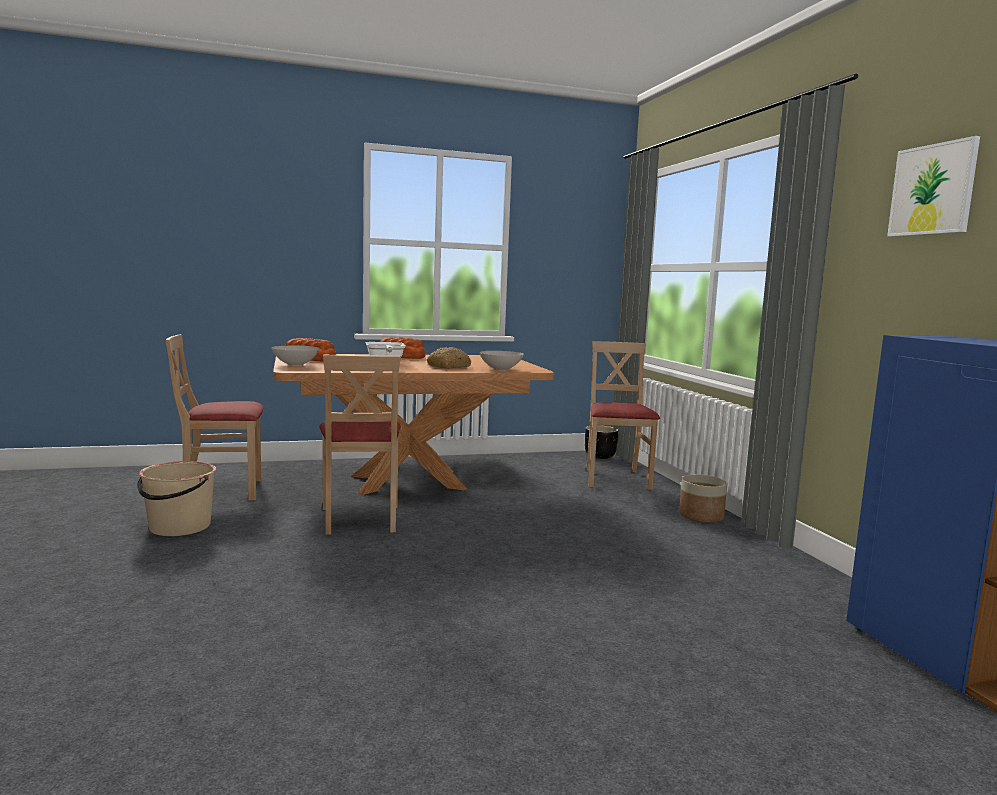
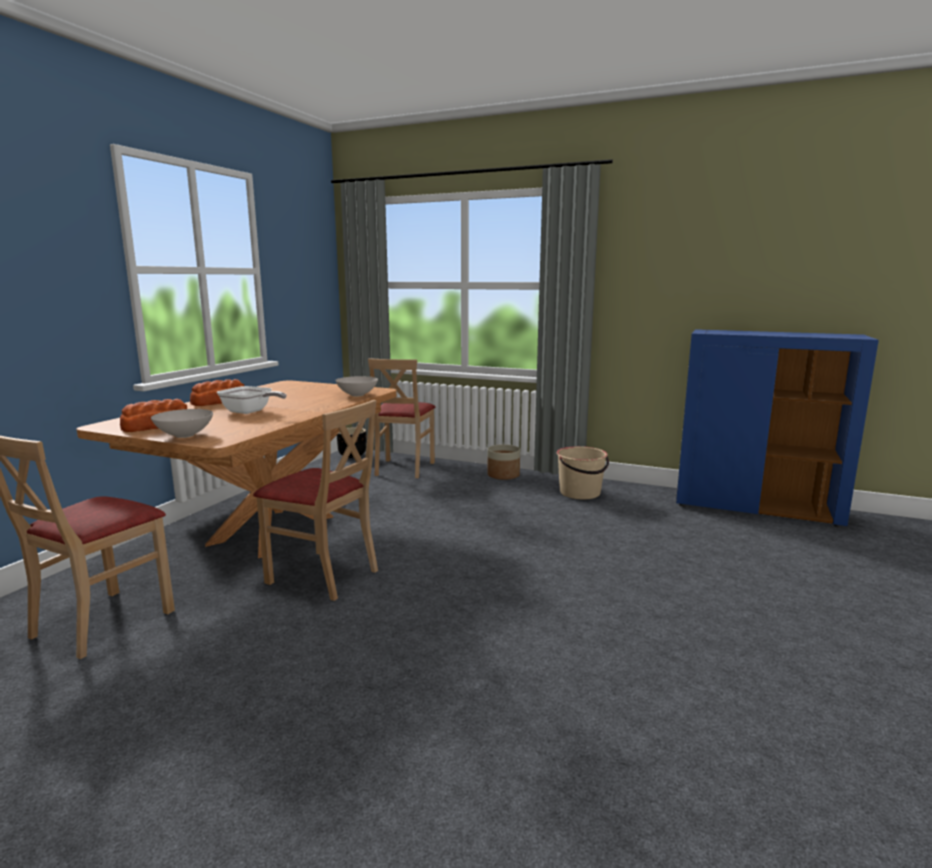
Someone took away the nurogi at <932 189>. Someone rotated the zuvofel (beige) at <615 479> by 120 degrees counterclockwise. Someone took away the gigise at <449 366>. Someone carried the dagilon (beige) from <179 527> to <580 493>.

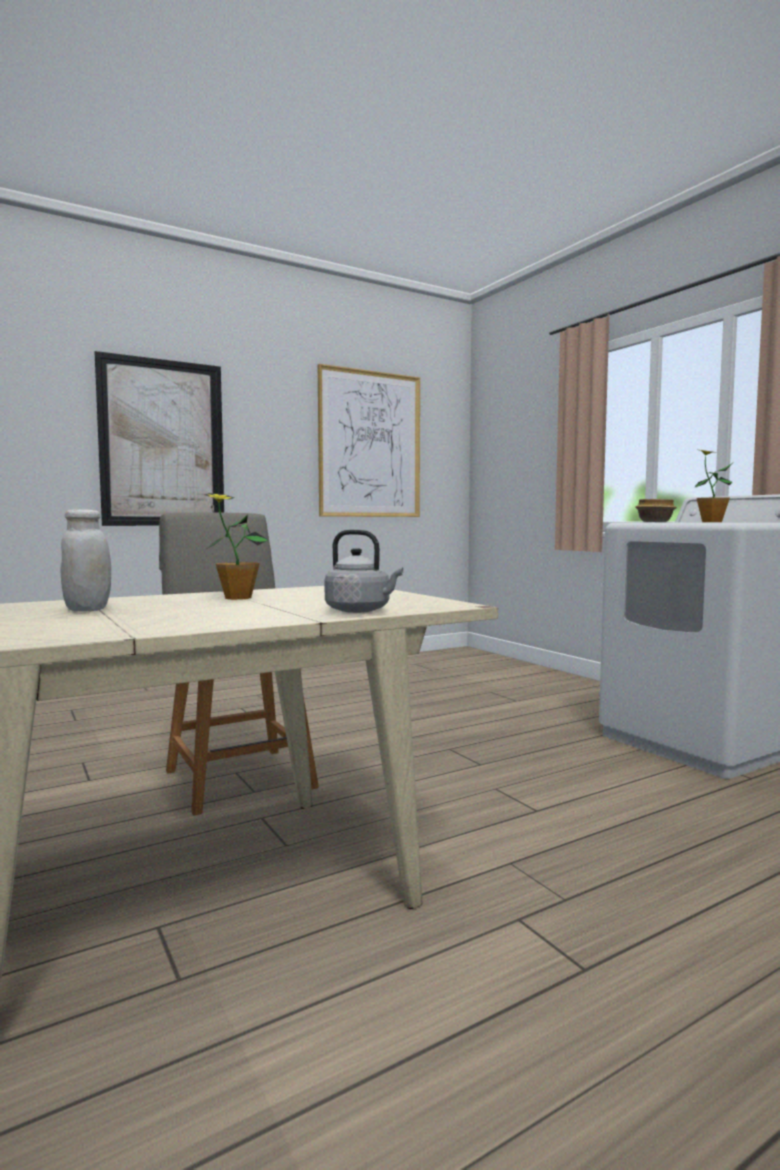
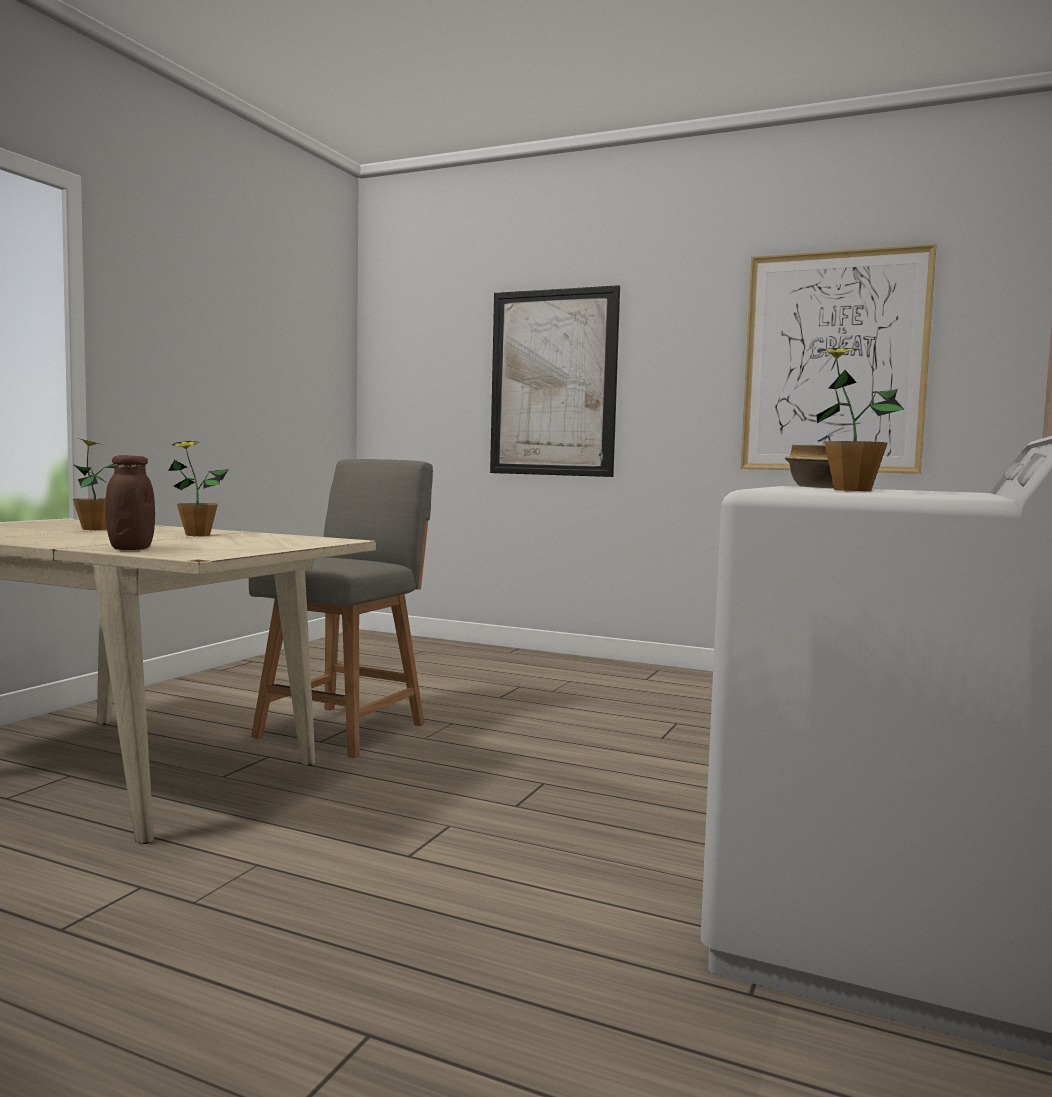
Someone swapped the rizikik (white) at <87 609> for the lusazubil at <94 529>. Someone swapped the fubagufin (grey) at <360 610> for the rizikik (brown) at <130 548>.

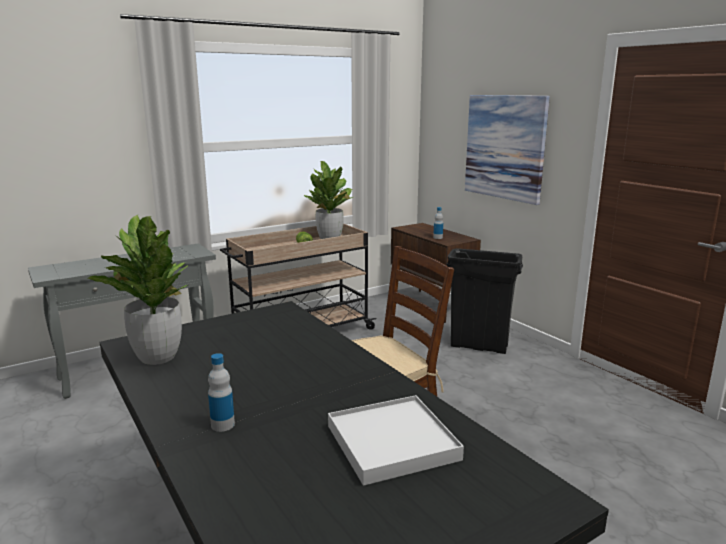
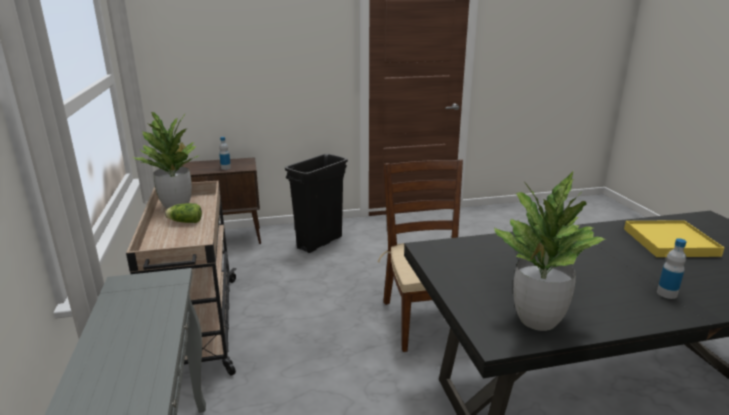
Someone took away the nurogi at <504 147>. Someone repainted the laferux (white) at <392 442>, which became the laferux (yellow) at <670 242>.

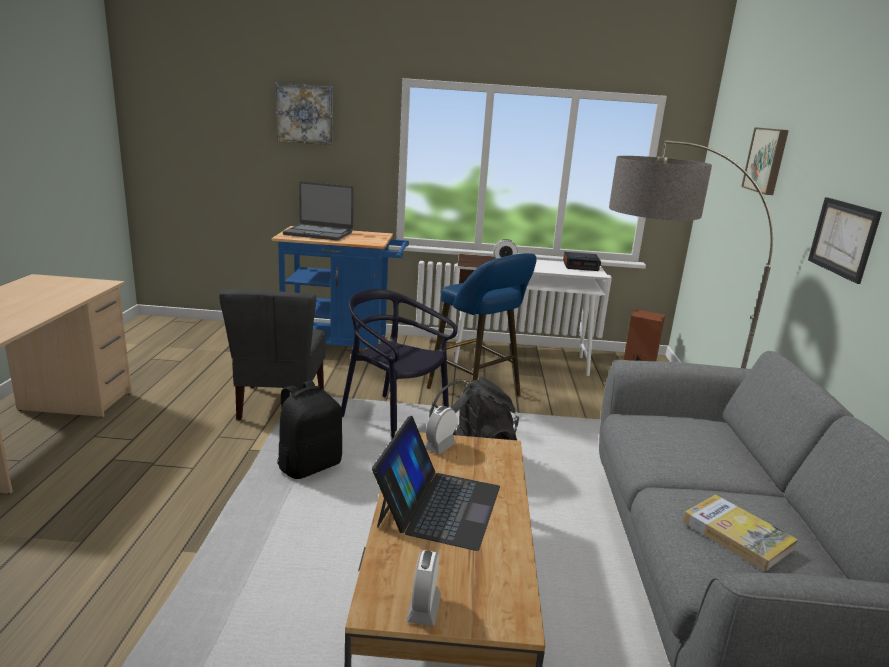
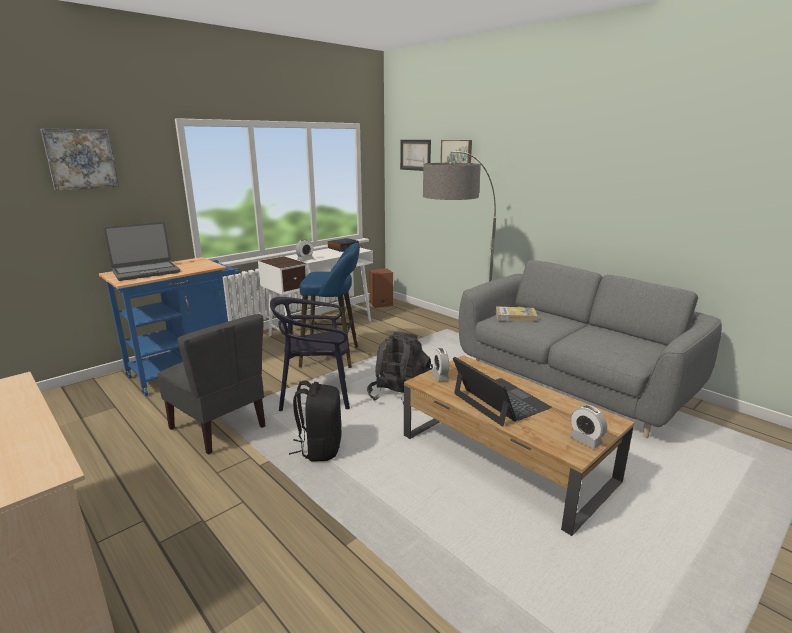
Someone carried the nurogi from <843 238> to <415 155>. Someone carried the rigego from <737 535> to <515 316>.

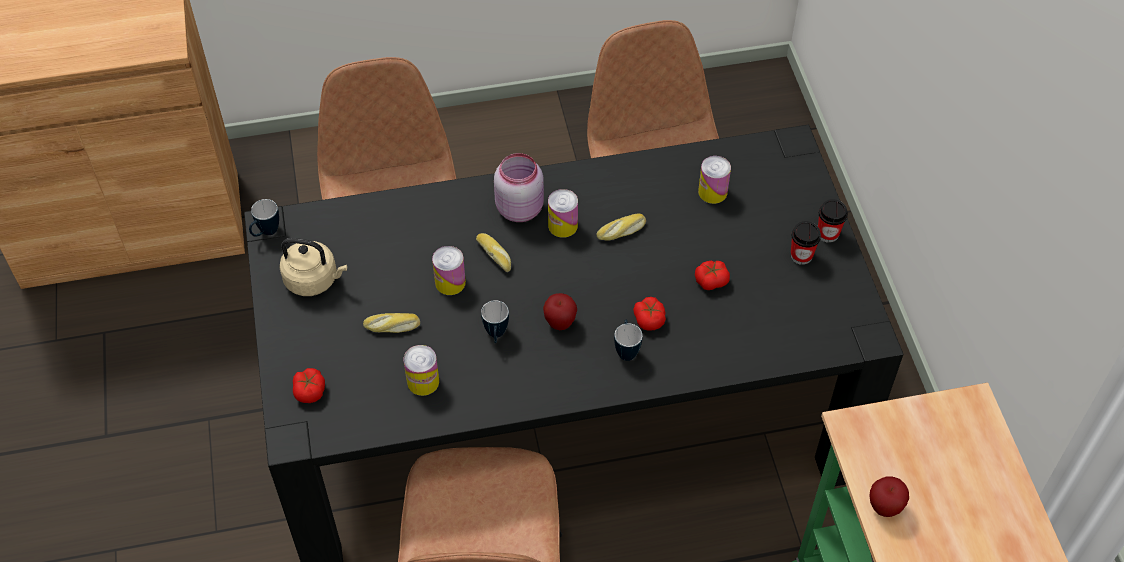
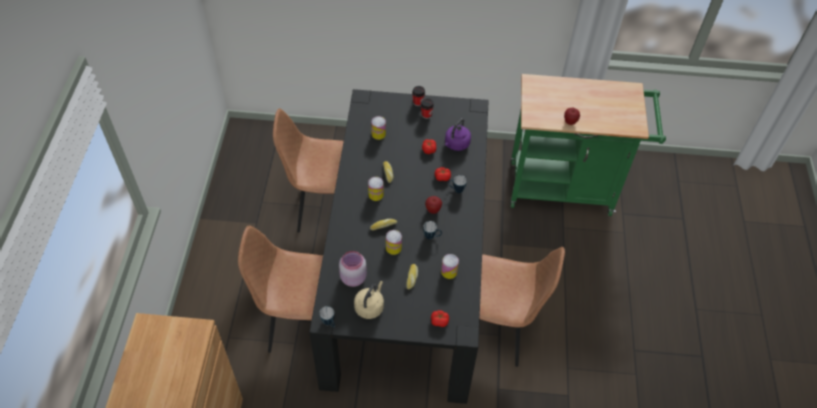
Someone carried the rizikik (pink) from <520 207> to <352 277>. Someone put down the fubagufin (purple) at <456 144>.

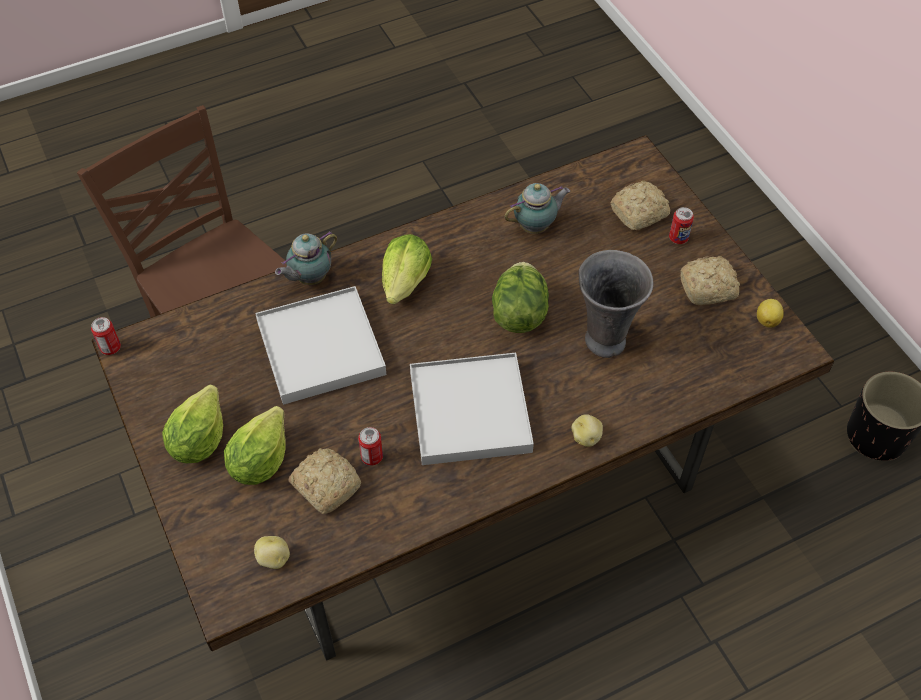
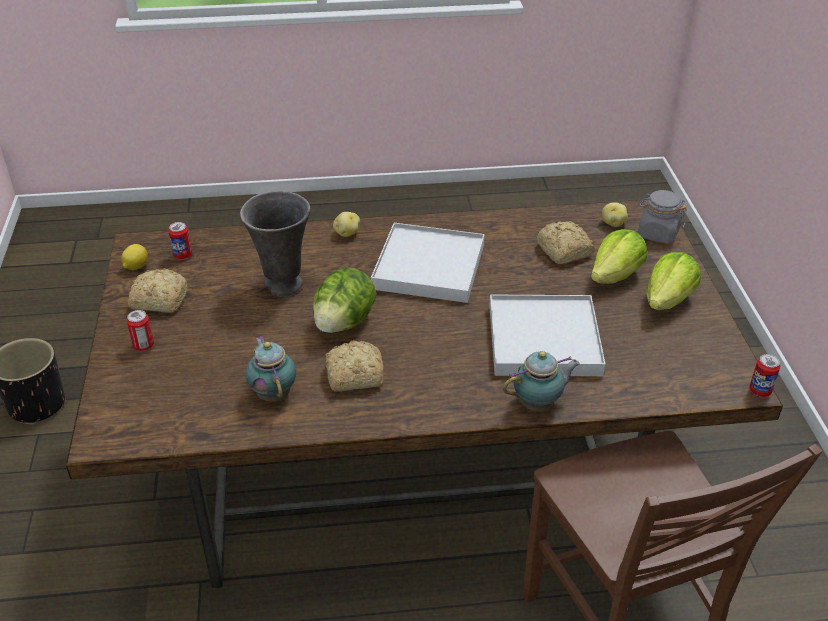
Someone carried the gigise from <640 212> to <352 375>. Someone rotated the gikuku at <536 226> by 75 degrees clockwise. Someone took away the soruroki at <406 282>. Someone carried the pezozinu from <372 457> to <182 255>. Someone put down the rizikik (grey) at <657 234>.

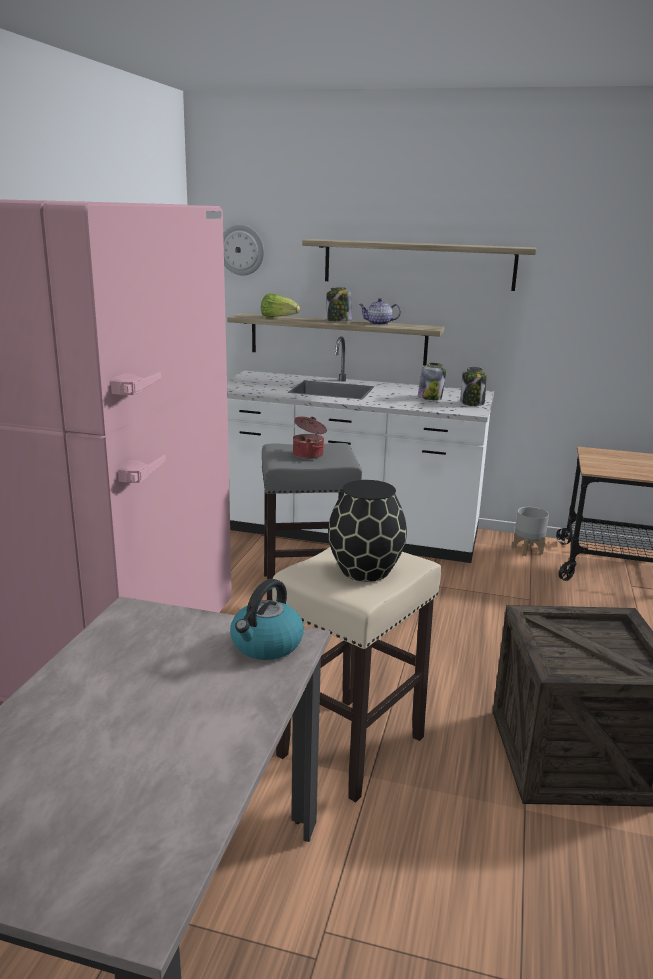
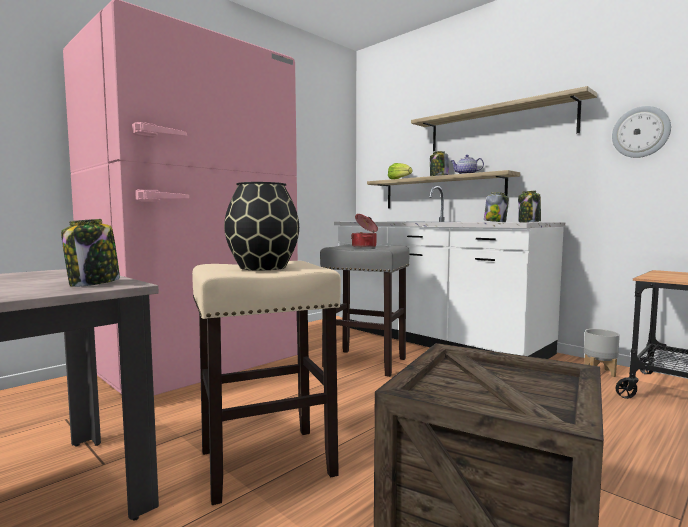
Someone carried the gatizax from <241 250> to <640 132>. Someone swapped the fubagufin at <266 645> for the rizikik at <94 283>.

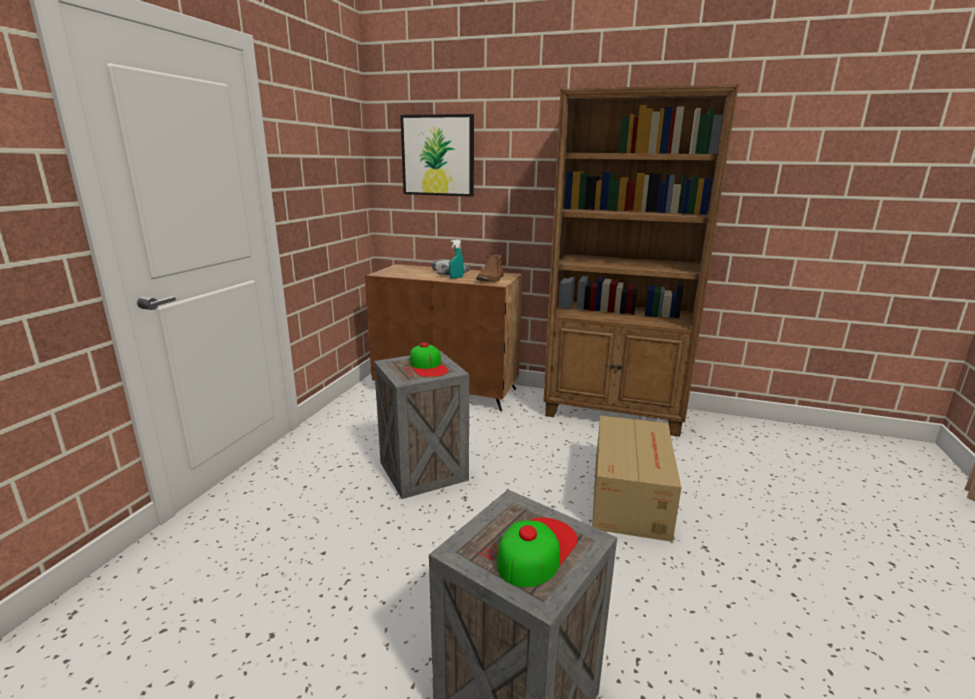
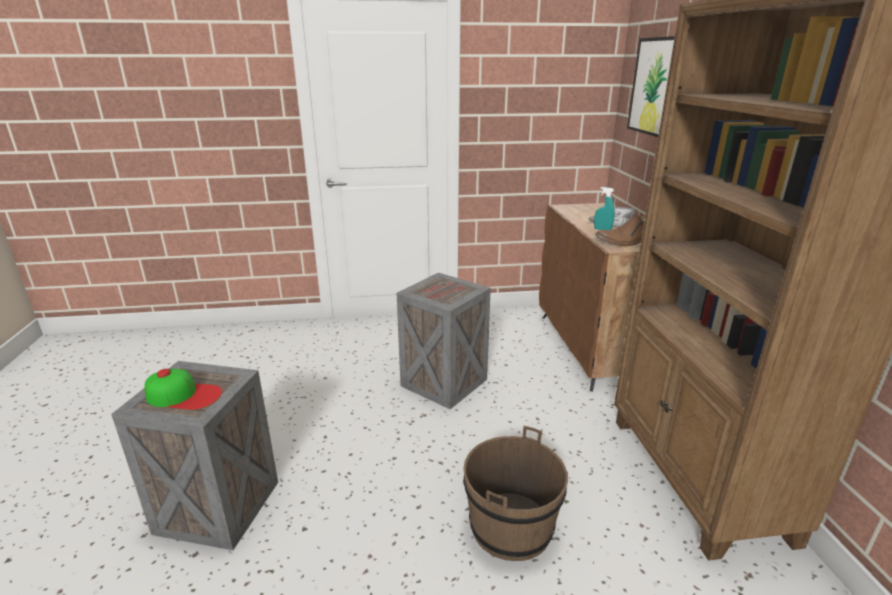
Someone took away the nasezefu at <428 366>. Someone swapped the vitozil at <630 495> for the dagilon (brown) at <511 527>.

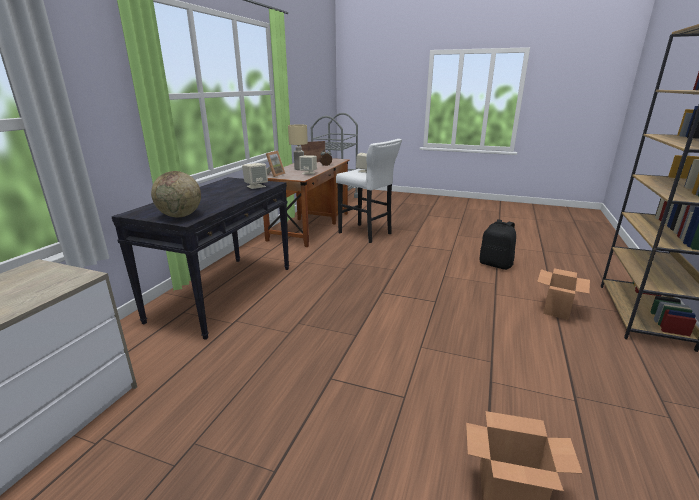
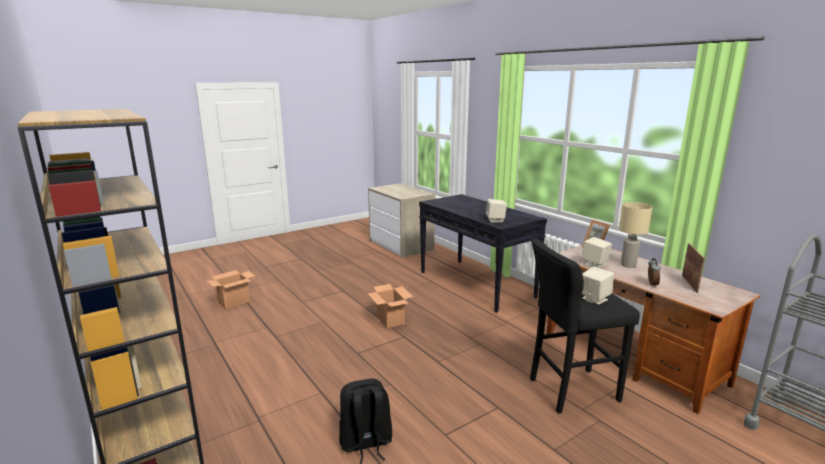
Someone repainted the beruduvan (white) at <366 234>, which became the beruduvan (black) at <569 390>. Someone took away the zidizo at <180 216>. Someone carried the vitozil from <556 309> to <390 320>.

